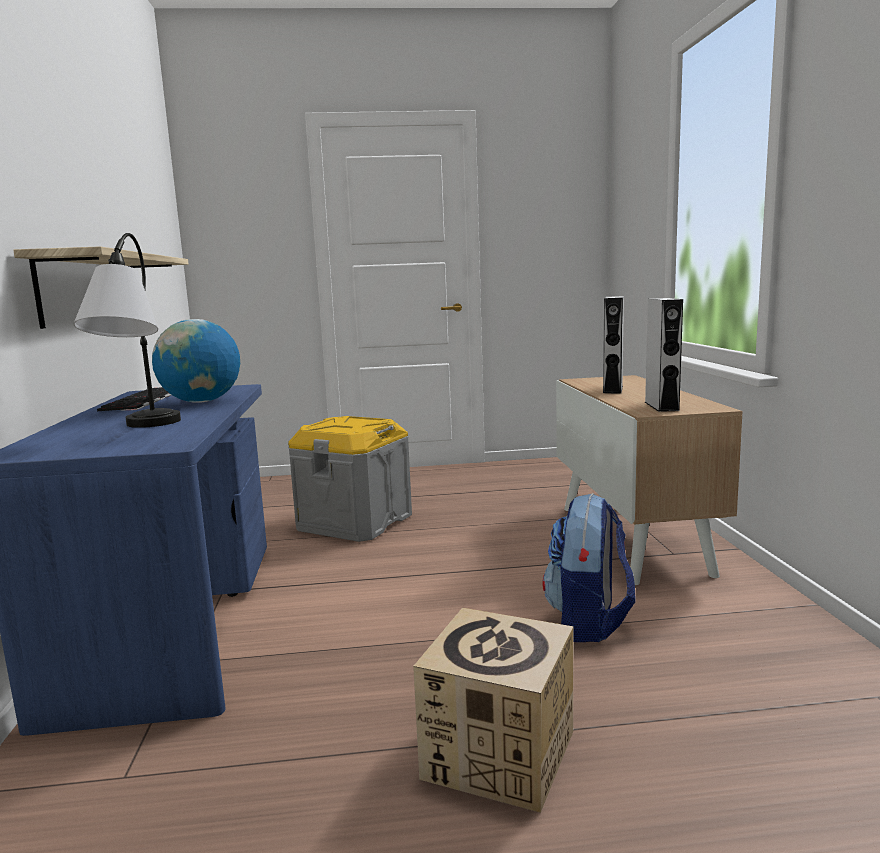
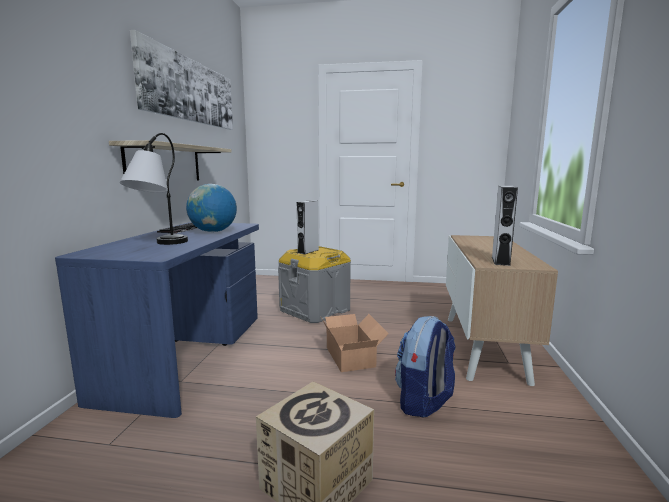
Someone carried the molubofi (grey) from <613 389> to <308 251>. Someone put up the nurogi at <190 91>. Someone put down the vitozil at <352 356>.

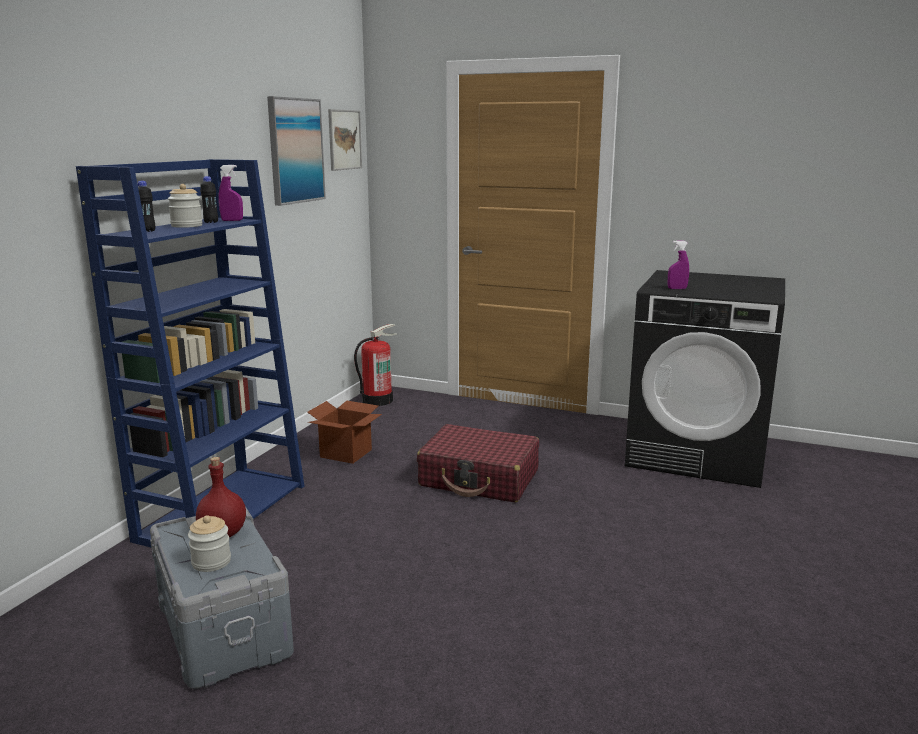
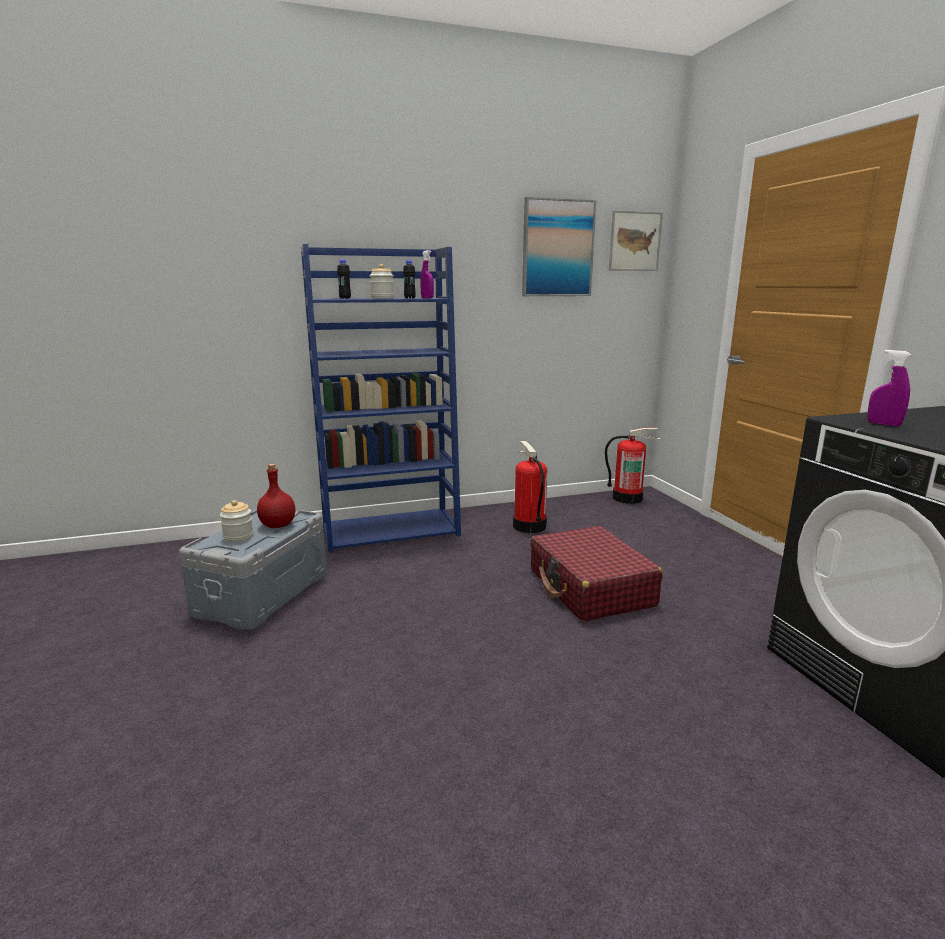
Someone swapped the vitozil at <345 453> for the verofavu at <528 526>.

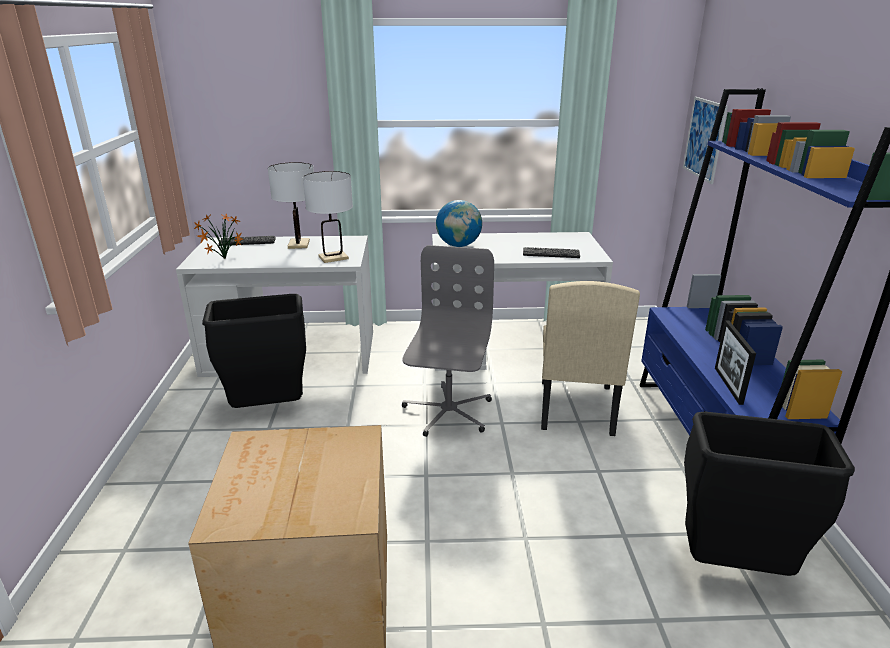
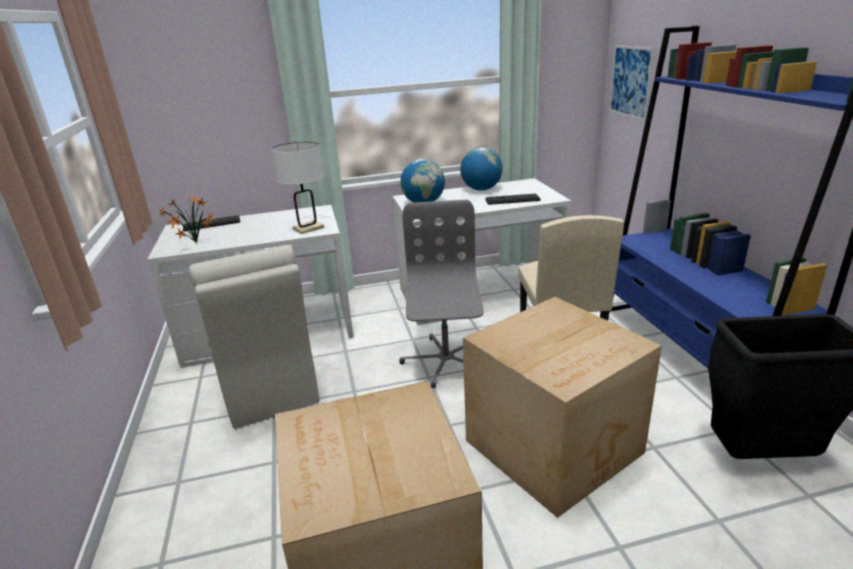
Someone took away the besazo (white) at <299 244>. Someone swapped the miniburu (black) at <269 410> for the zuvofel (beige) at <268 389>. Someone took away the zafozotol at <728 385>. Someone put down the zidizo at <481 189>. Someone put down the vitozil at <556 446>.

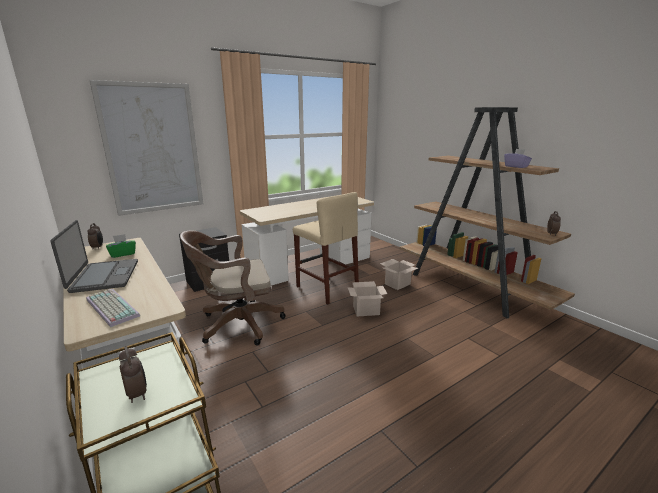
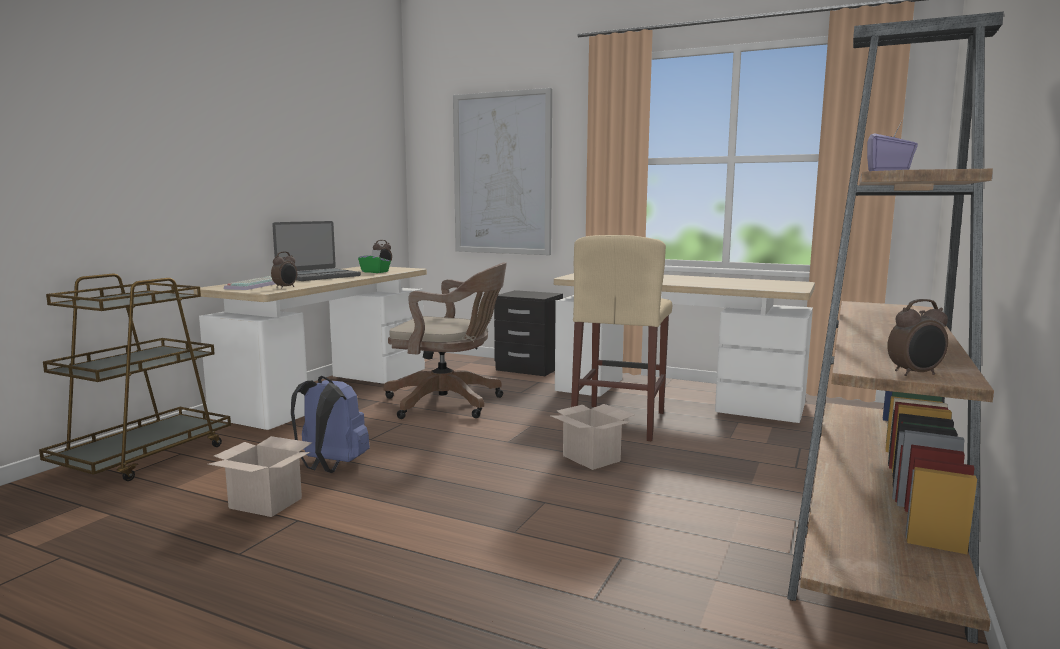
Someone rotated the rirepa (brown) at <237 324> by 150 degrees clockwise. Someone carried the vitozil from <397 284> to <267 503>. Someone carried the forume from <138 394> to <286 287>. Someone put down the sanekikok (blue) at <330 466>.

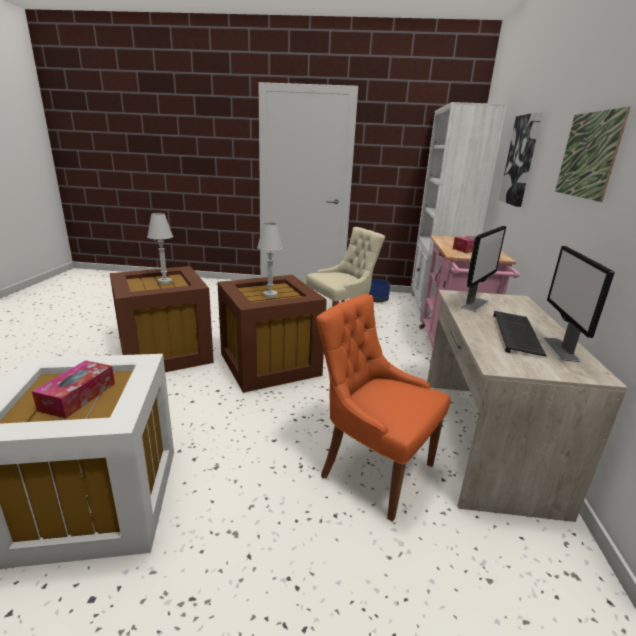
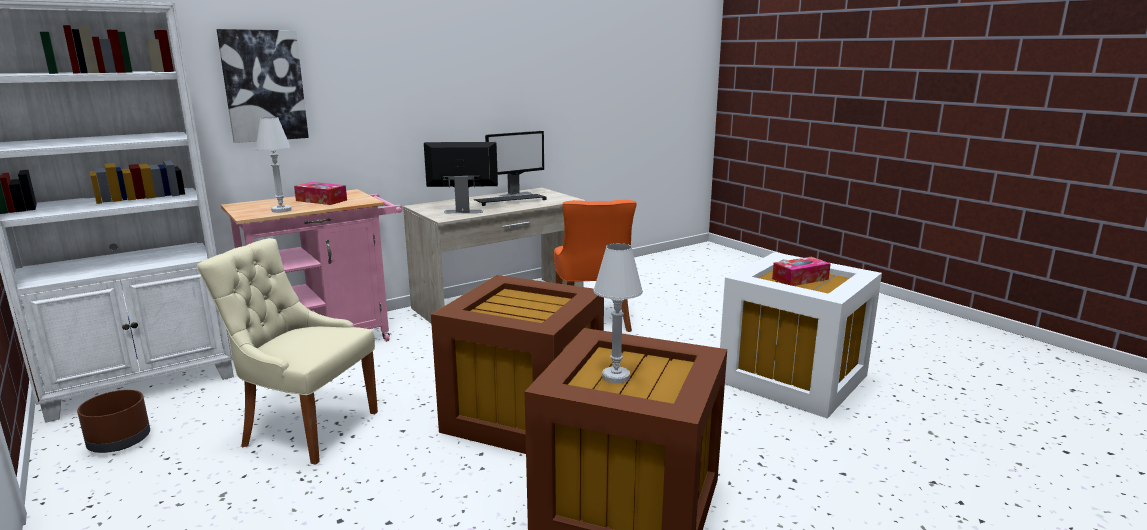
Someone took away the nurogi at <588 155>. Someone carried the besazo (white) from <270 295> to <281 210>. Someone repainted the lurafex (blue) at <377 299>, which became the lurafex (brown) at <119 442>.

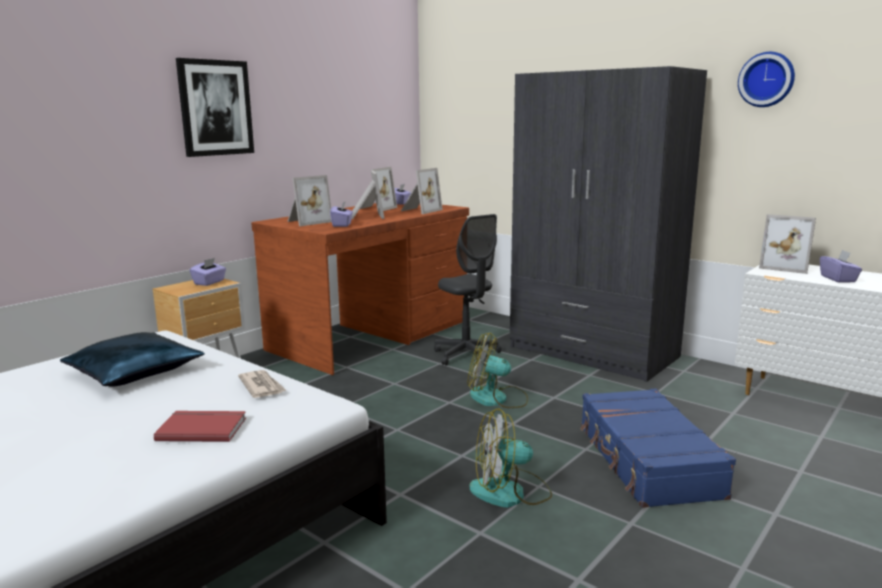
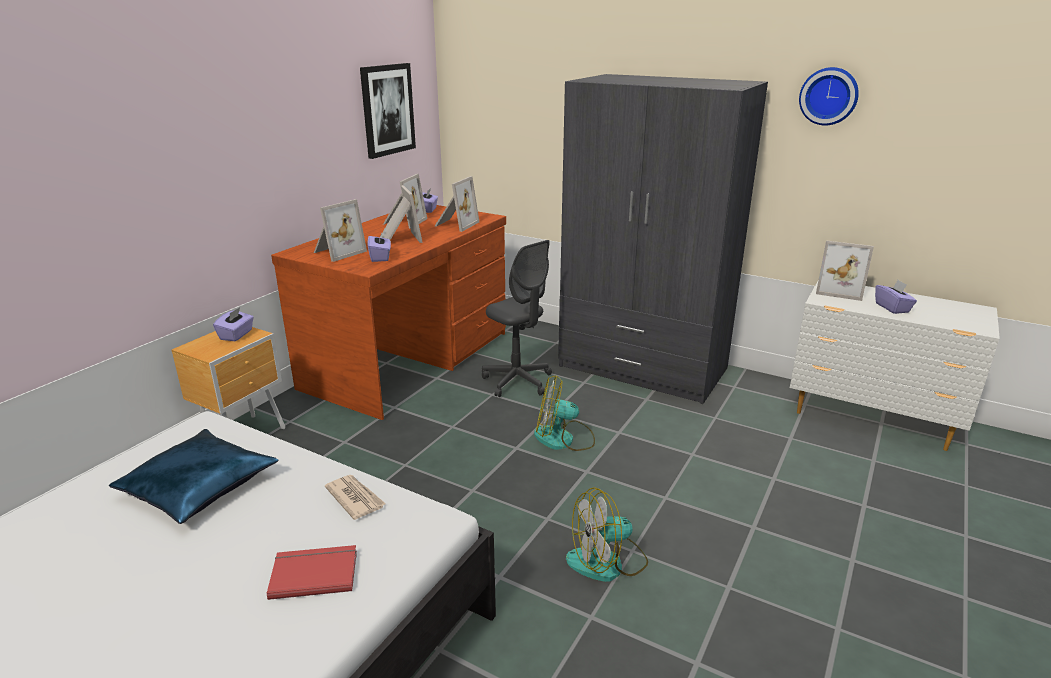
Someone carried the nurogi from <215 108> to <387 110>. Someone took away the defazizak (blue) at <647 461>.

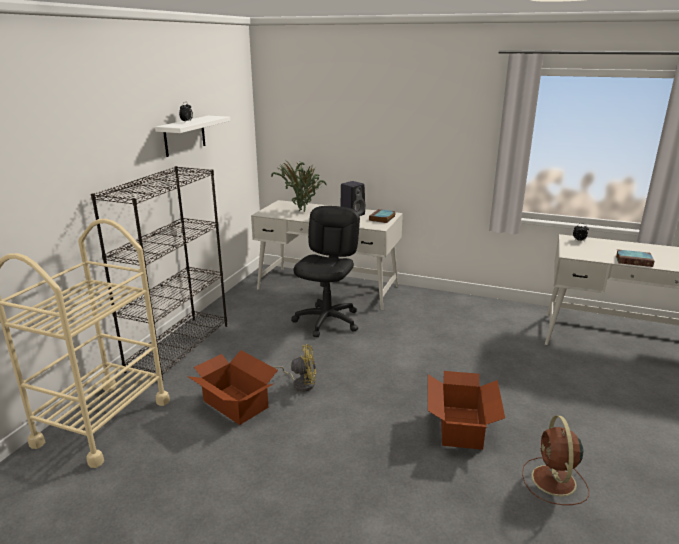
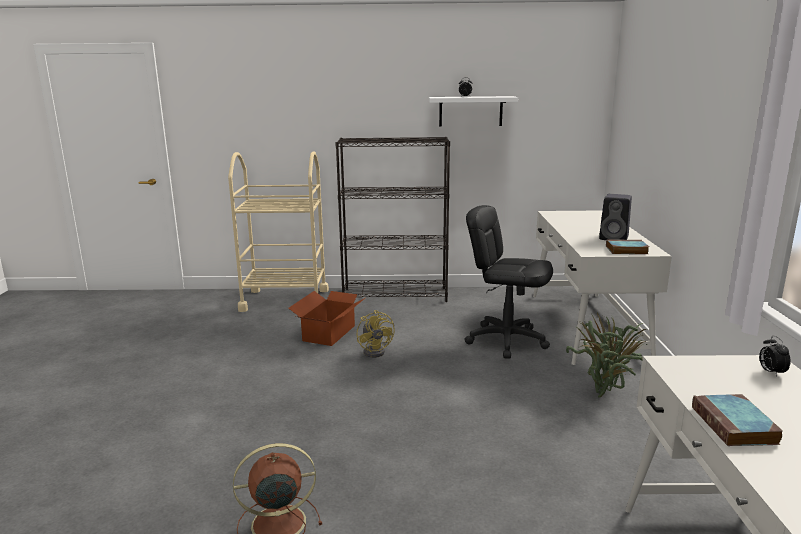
Someone carried the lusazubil from <301 210> to <605 394>. Someone rotated the rirepa (black) at <327 321> by 150 degrees counterclockwise. Someone took away the vitozil at <461 426>.

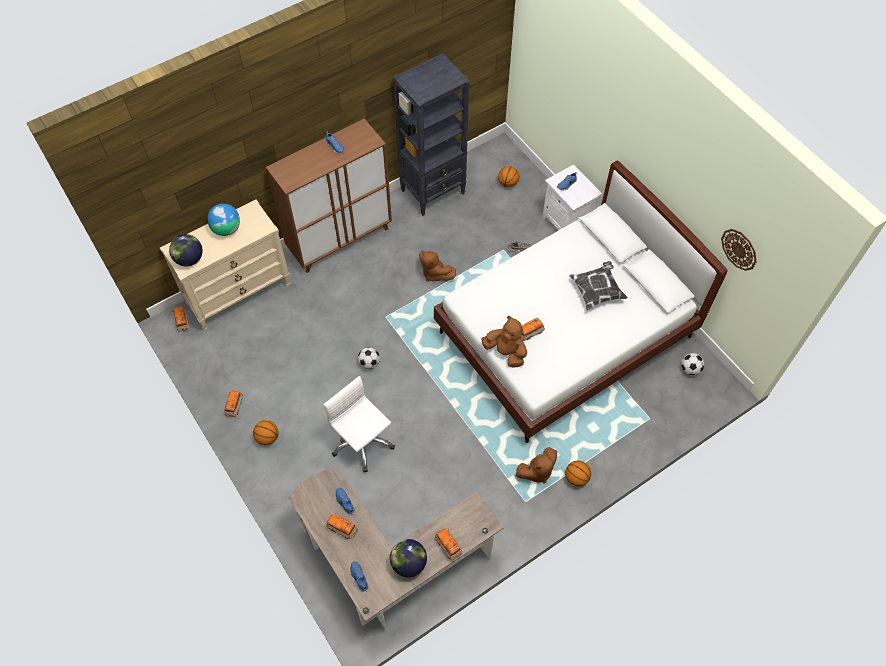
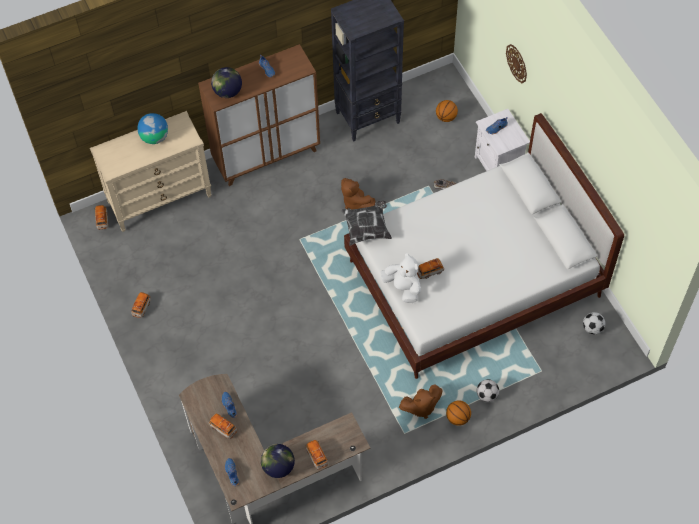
Someone carried the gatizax from <739 249> to <517 63>. Someone carried the zidizo from <189 259> to <227 92>. Someone carried the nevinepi from <597 291> to <367 228>. Someone repainted the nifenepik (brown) at <505 352>, which became the nifenepik (white) at <403 287>. Someone carried the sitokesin from <369 363> to <487 395>. Someone took away the rirepa (white) at <362 442>. Someone took away the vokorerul at <267 438>.

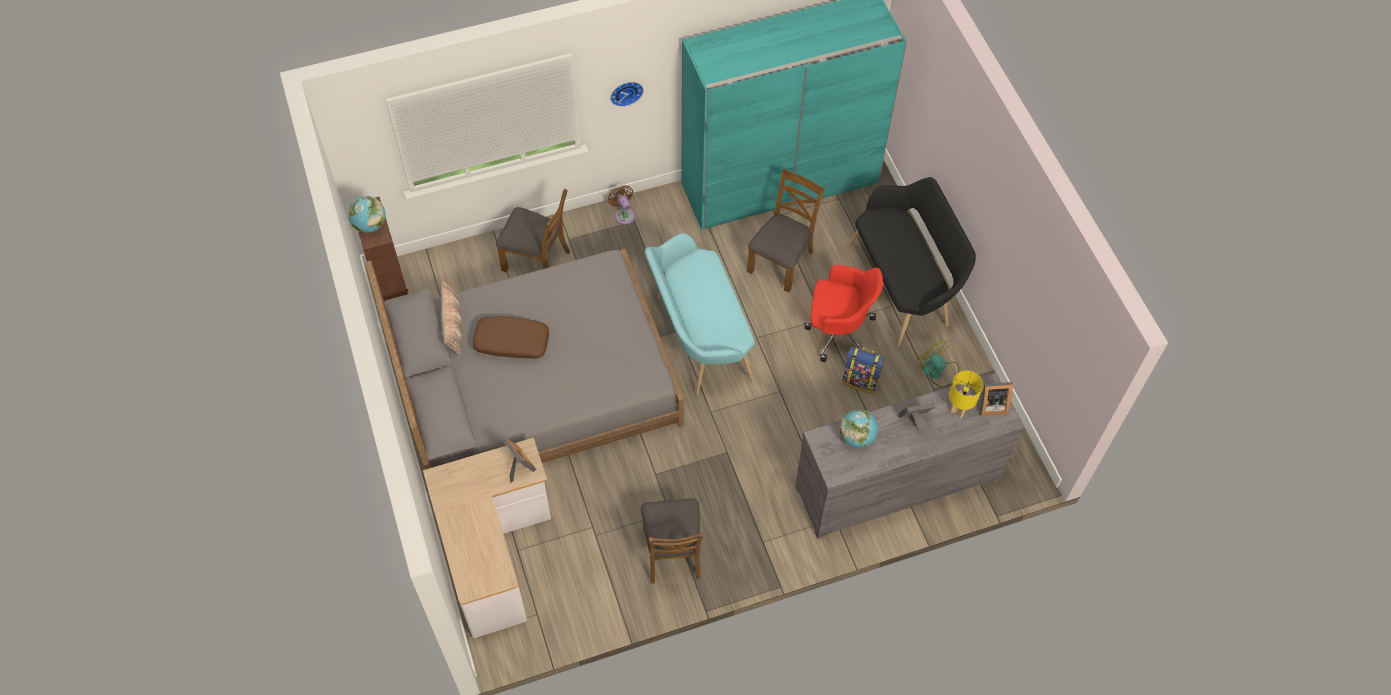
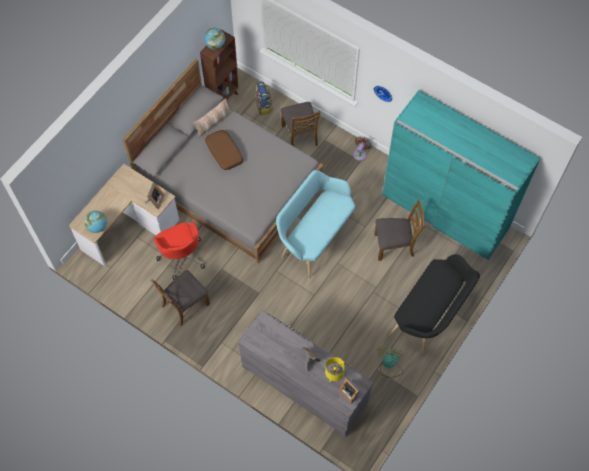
Someone carried the rirepa (red) from <838 331> to <181 256>. Someone carried the sanekikok from <861 380> to <264 106>. Someone carried the zidizo from <857 437> to <97 227>.

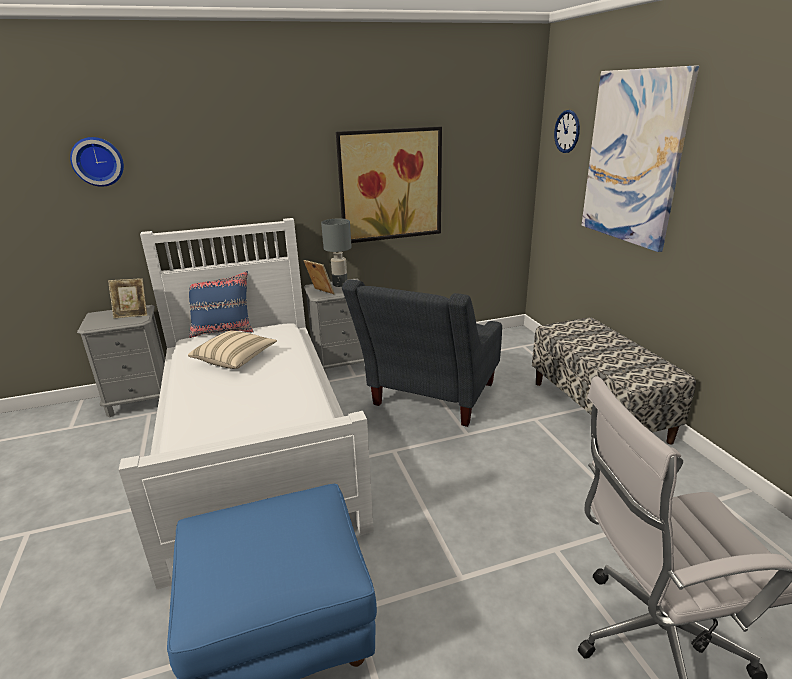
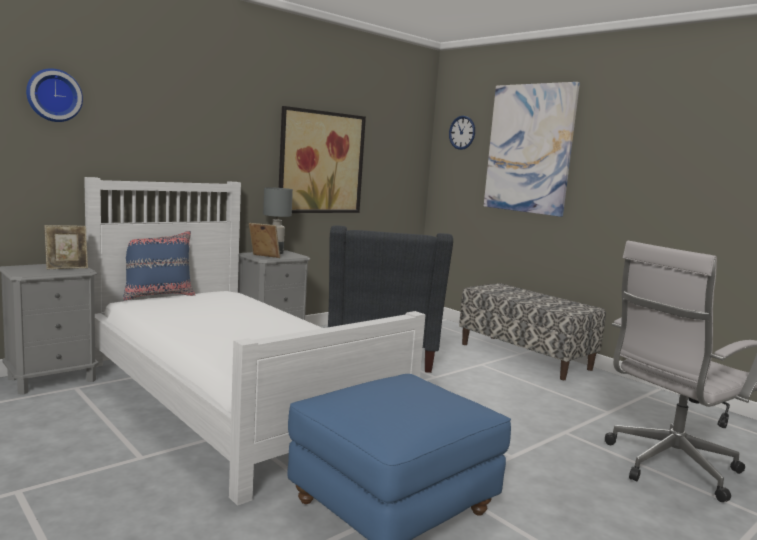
Someone took away the nevinepi (beige) at <235 359>.

